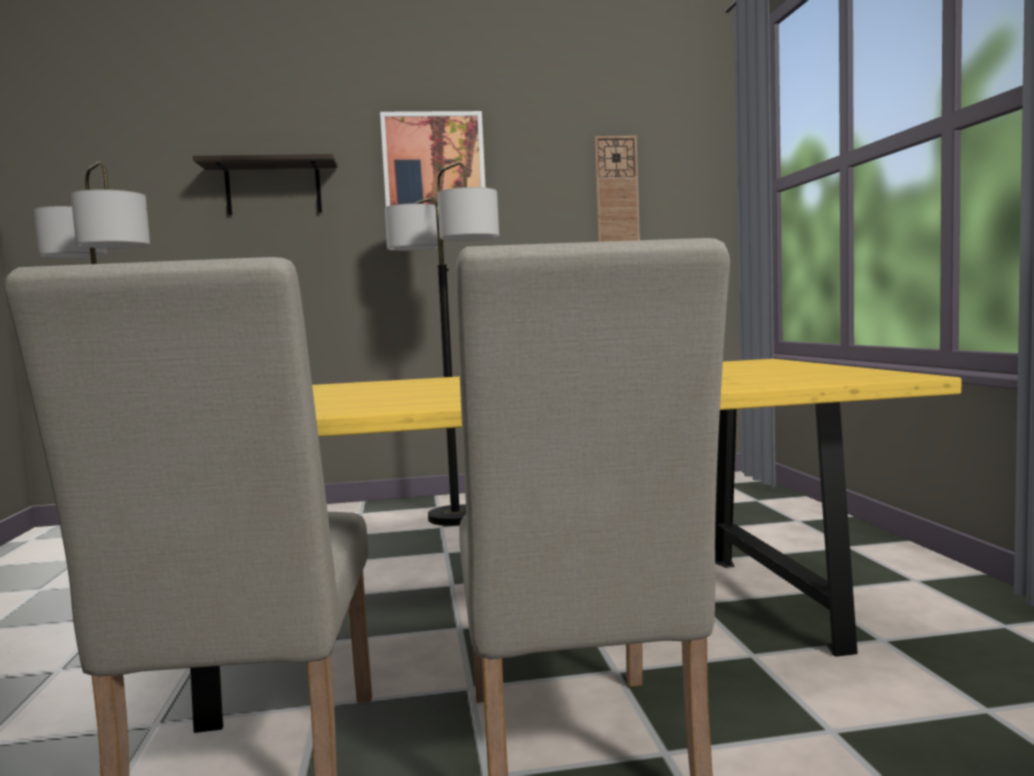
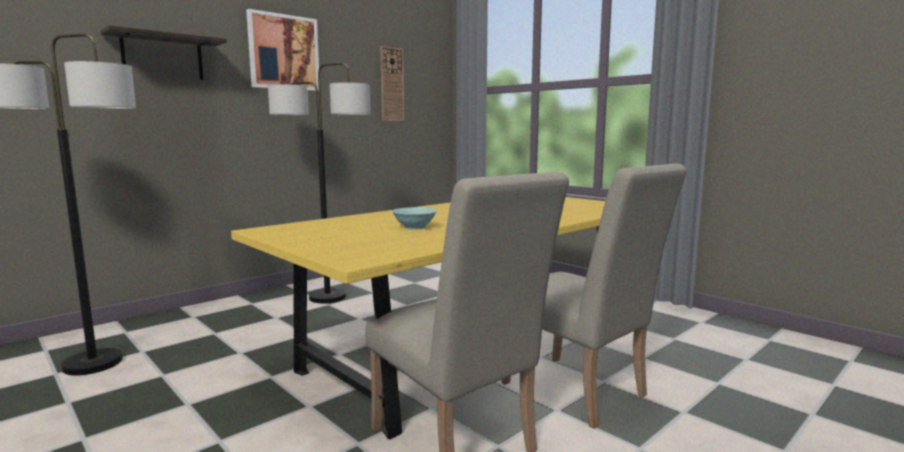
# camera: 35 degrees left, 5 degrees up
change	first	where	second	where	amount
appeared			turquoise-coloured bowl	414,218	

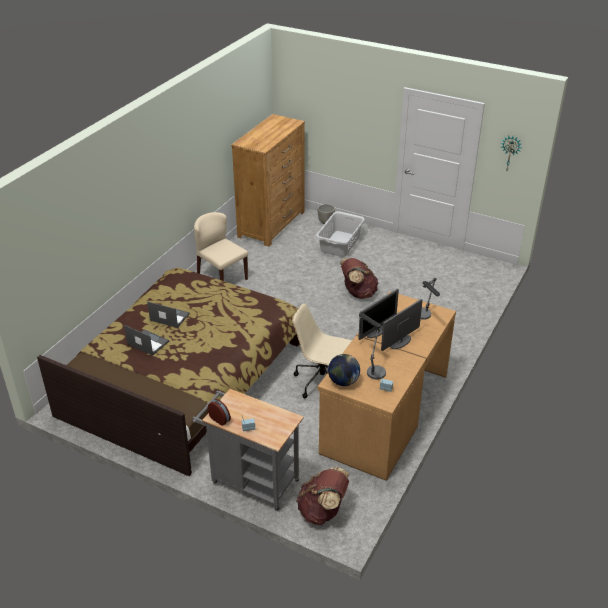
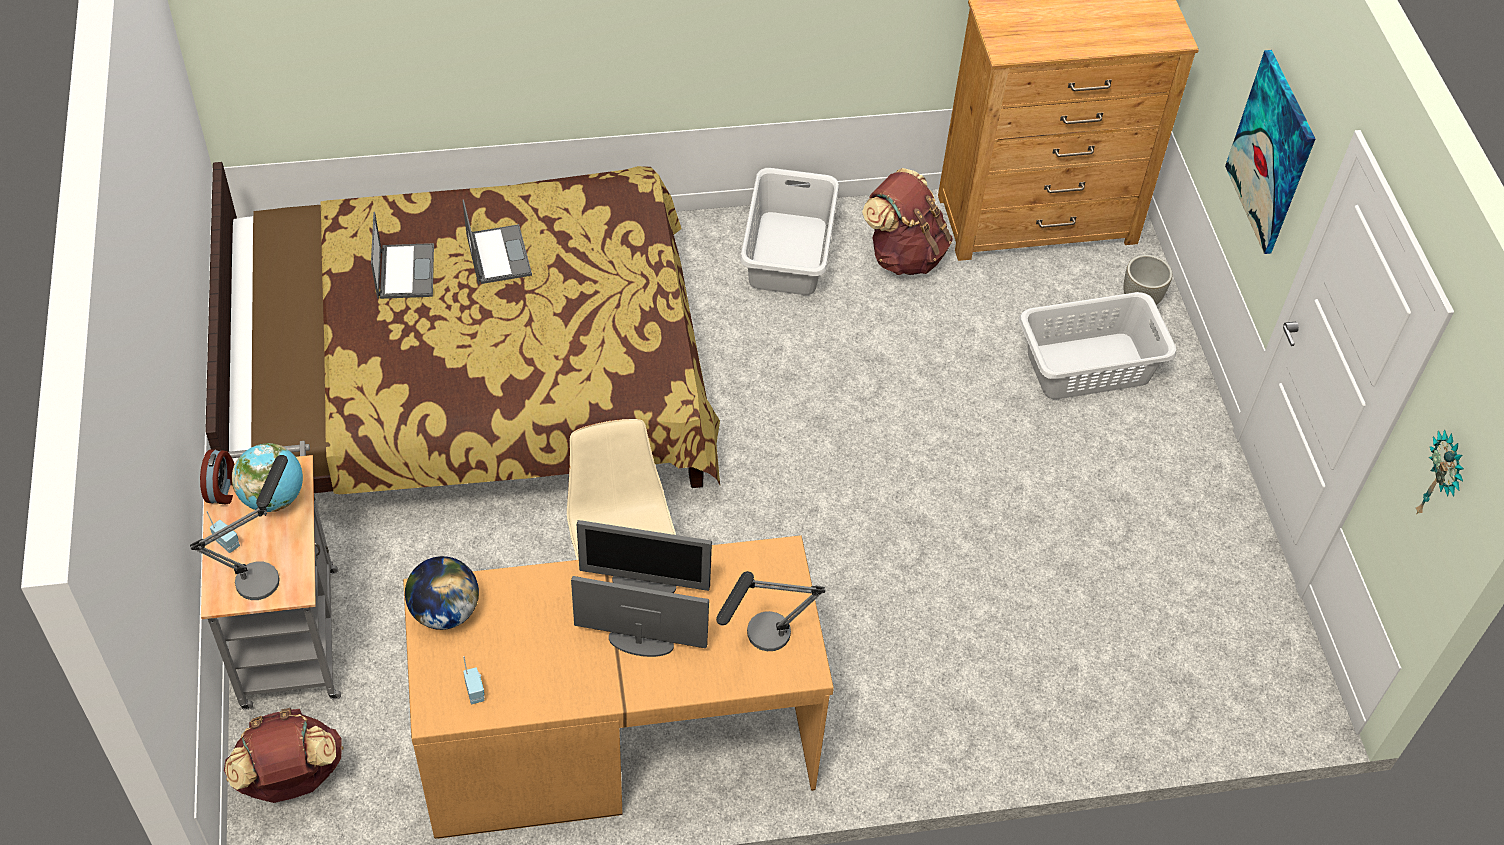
# camera: 50 degrees right, 15 degrees up
change	first	where	second	where	amount
relocated	tabletop lamp	372,346		239,527	
appeared			desk globe	267,477	
exchanged	beige-coloured chair	221,246	grey laundry basket	789,231	
relocated	brownish rucksack	359,278		907,221	
appeared			picture	1270,152	

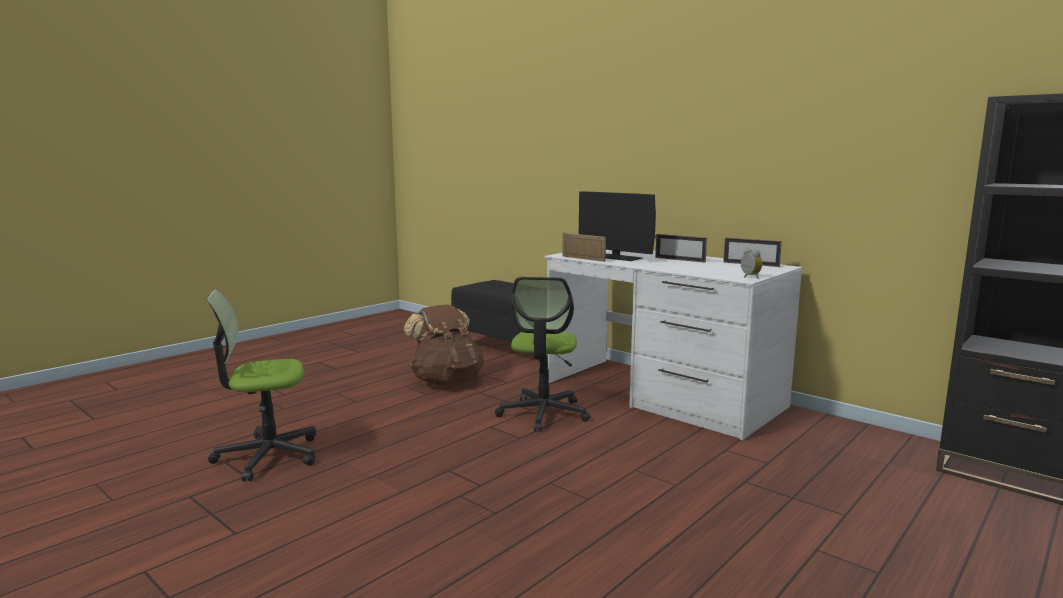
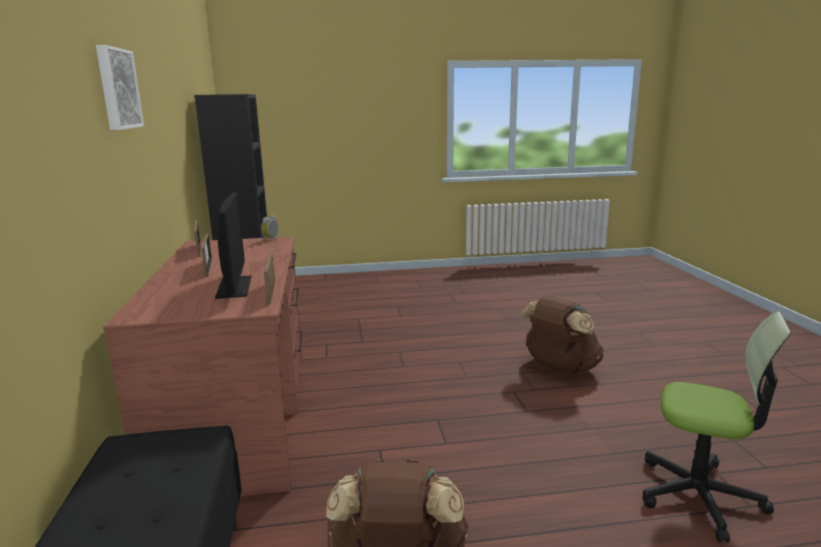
# camera: 140 degrees left, 5 degrees up
change	first	where	second	where	amount
appeared			picture	120,87	
colour	white-coloured desk table	673,345	brownish desk table	203,366	
appeared			brownish rucksack	562,335	
missing	computer chair	543,354			

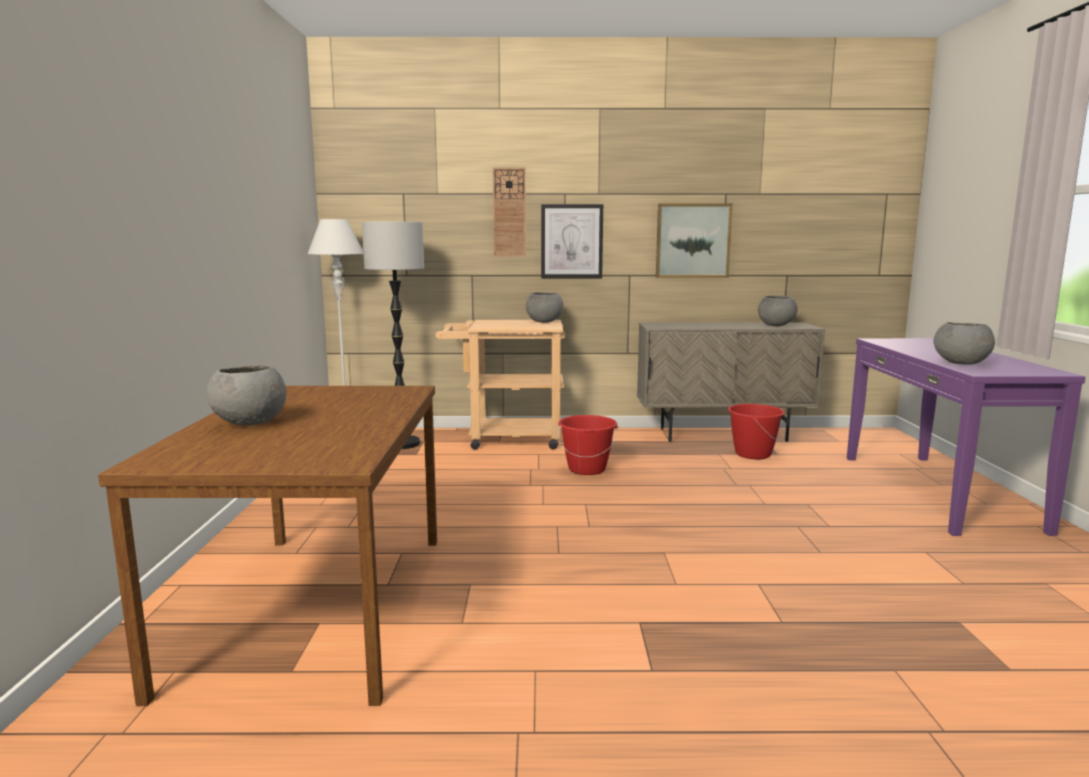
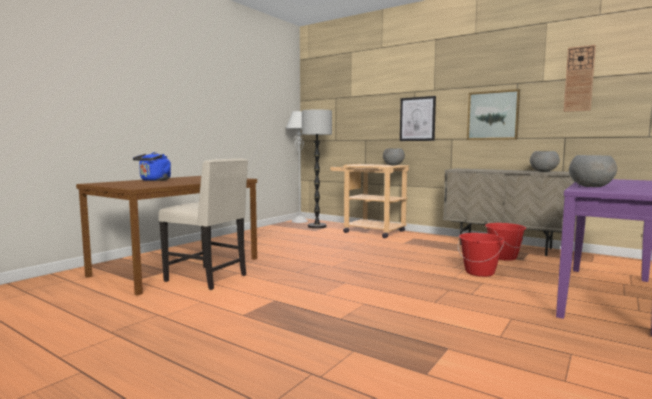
# camera: 35 degrees right, 5 degrees down
change	first	where	second	where	amount
exchanged	grey bowl	246,395	blue kettle	152,166	
appeared			beige-coloured chair	203,224	
relocated	reddish pail	587,445		481,255	
relocated	hanging clock	509,212		580,78	

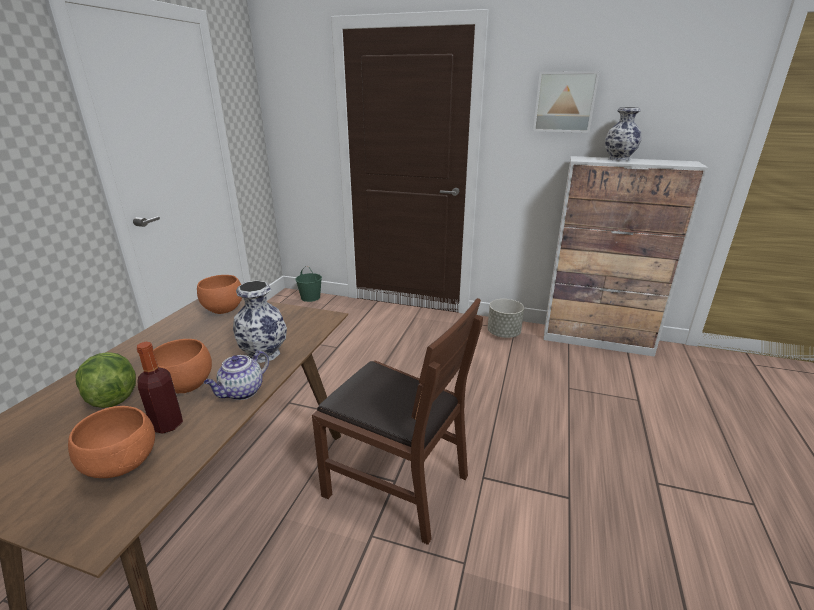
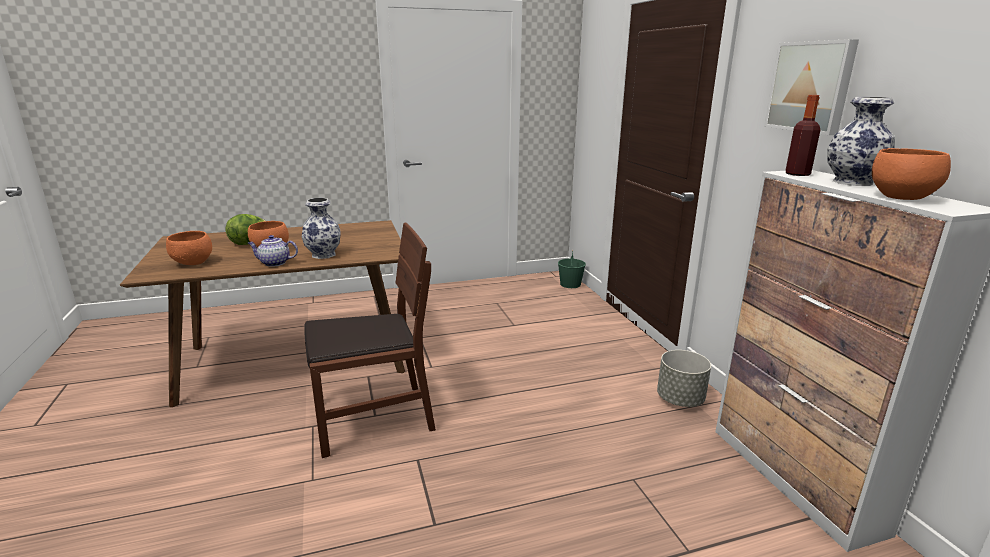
# camera: 55 degrees right, 5 degrees down
change	first	where	second	where	amount
spun	brownish chair	397,421		370,340	105 degrees counterclockwise
relocated	bottle	160,388		802,135	
relocated	orangey bowl	219,294		911,174	

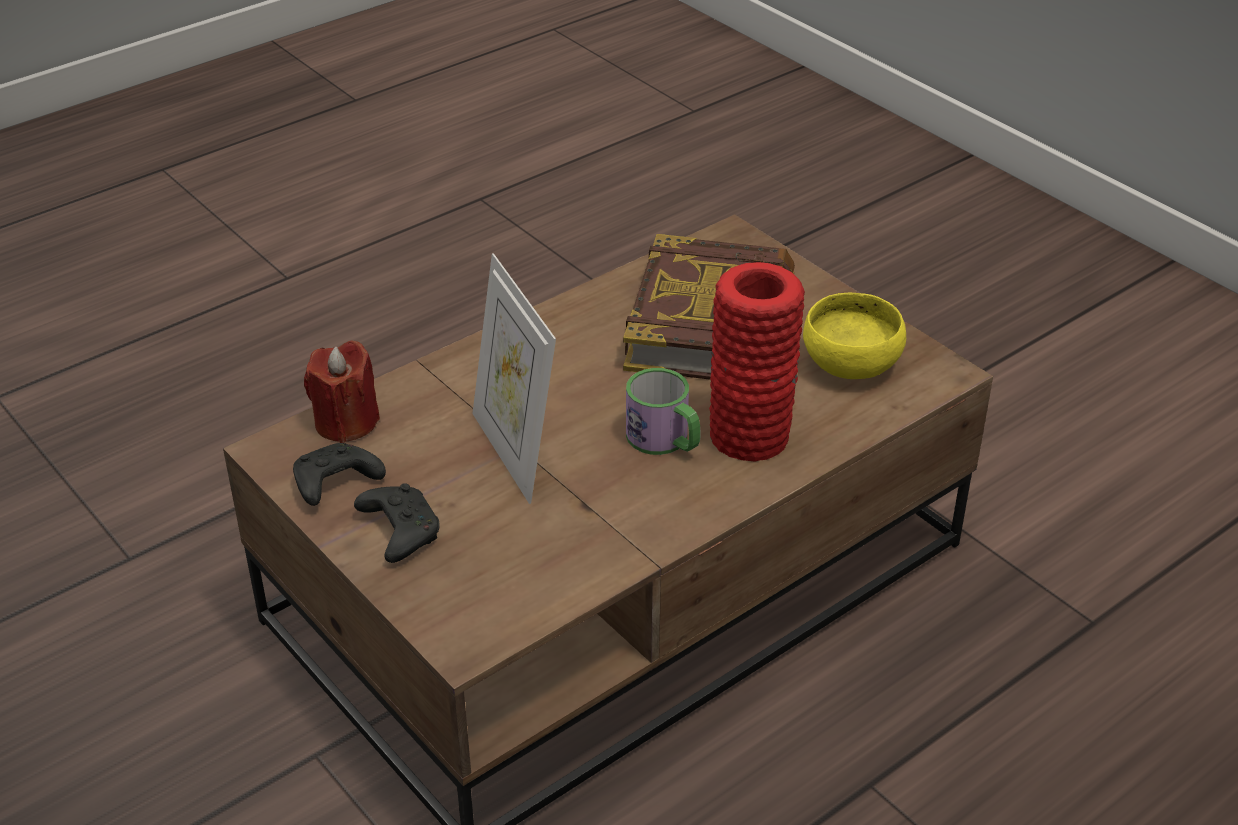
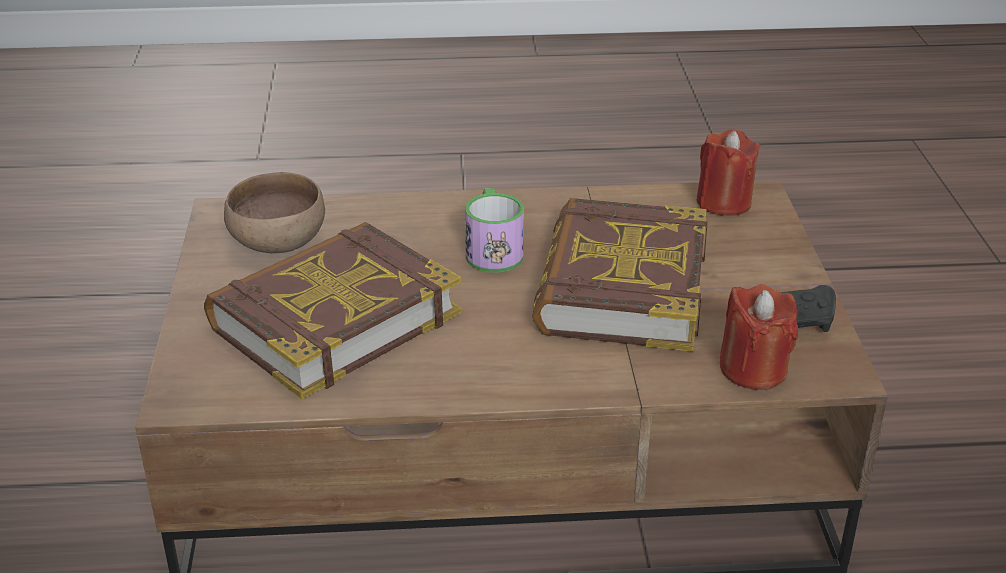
# camera: 145 degrees left, 5 degrees down
change	first	where	second	where	amount
colour	yellow-coloured bowl	854,336	brownish bowl	274,212	
exchanged	standing frame	514,378	bound book	620,275	
appeared			reddish wax candle	728,172	
missing	blackish joypad	397,523			
missing	reddish vase	757,361			

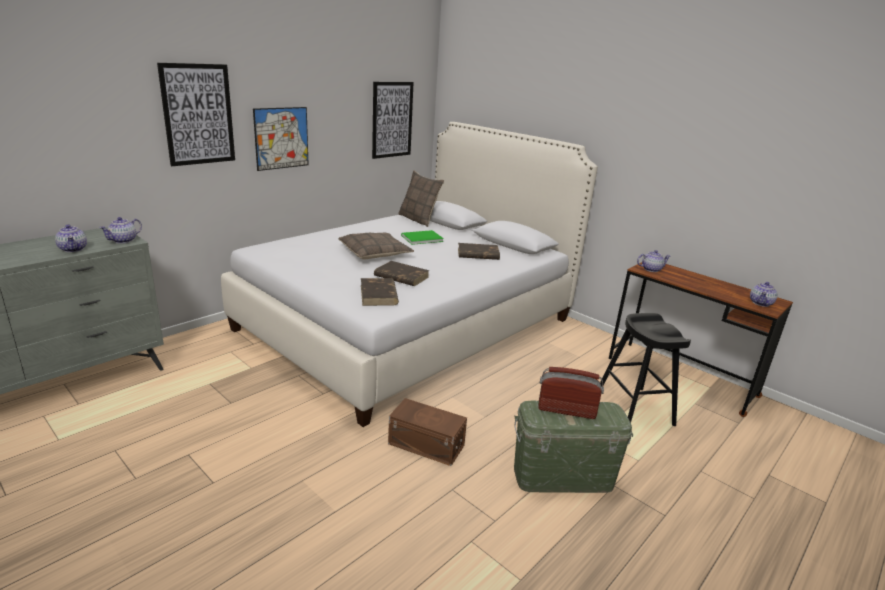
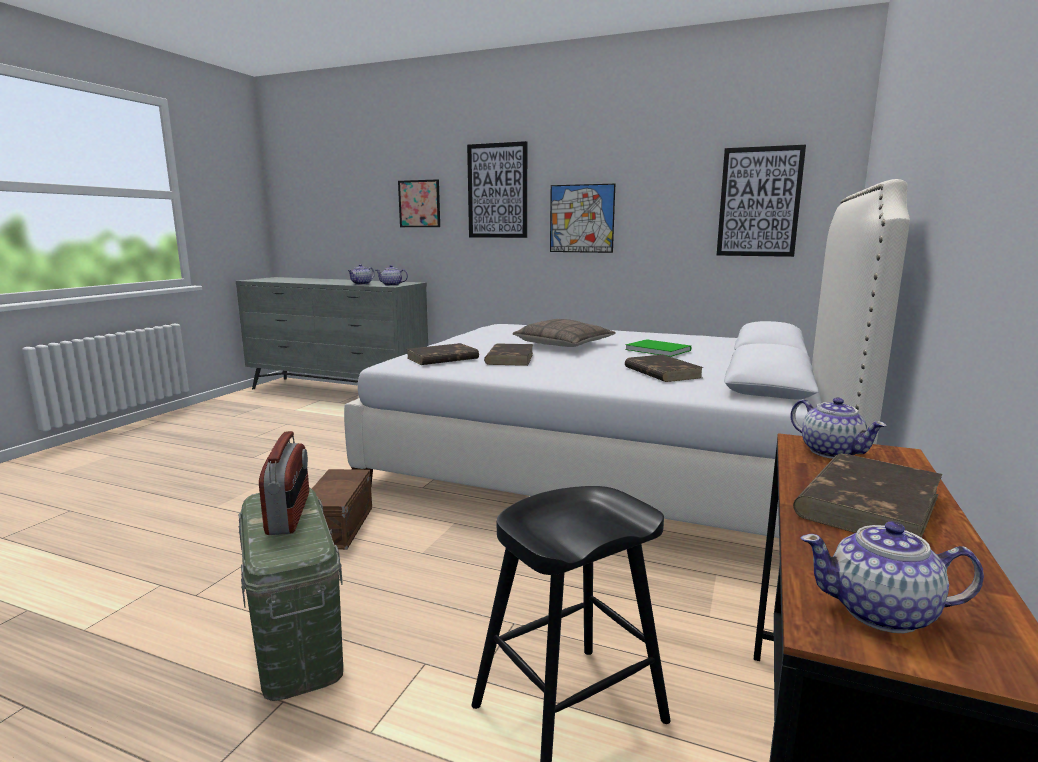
# camera: 70 degrees right, 10 degrees down
change	first	where	second	where	amount
appeared			picture	419,203	
appeared			brownish bound book	867,496	
missing	cushion	421,198			

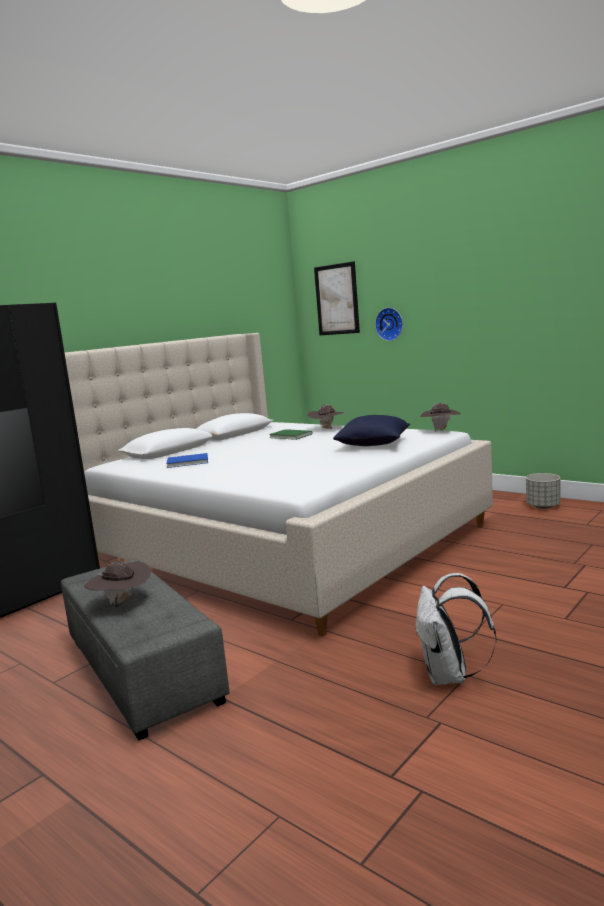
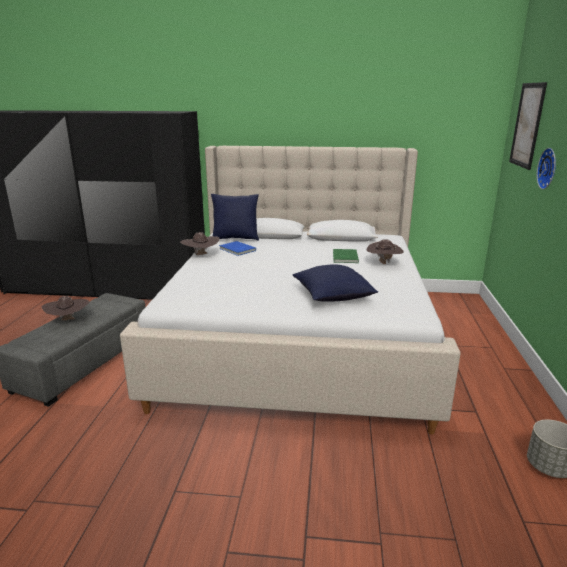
# camera: 55 degrees right, 10 degrees up
change	first	where	second	where	amount
relocated	brownish wearable hat	440,417		200,243	
appeared			blue cushion	235,217	
missing	white-coloured rucksack	455,629			

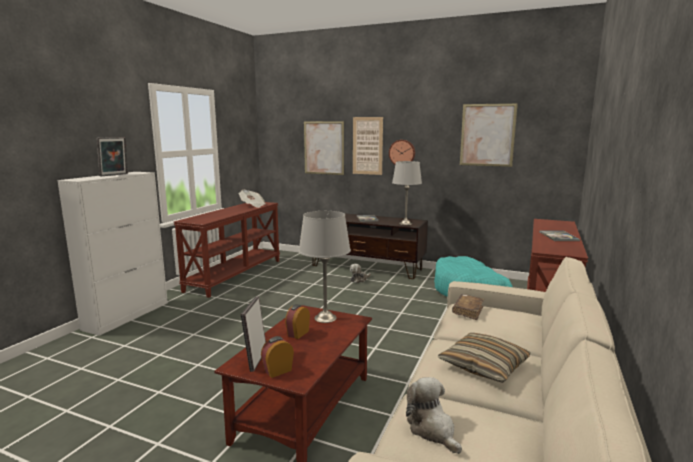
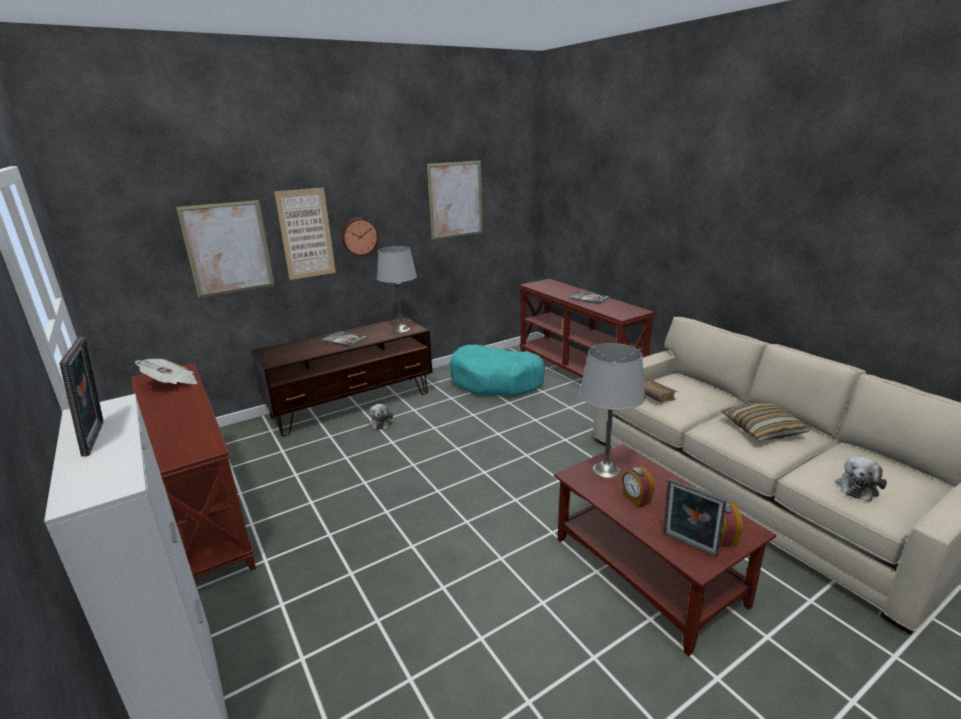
# camera: 55 degrees left, 10 degrees up
change	first	where	second	where	amount
spun	plush toy	434,415		861,479	60 degrees counterclockwise

